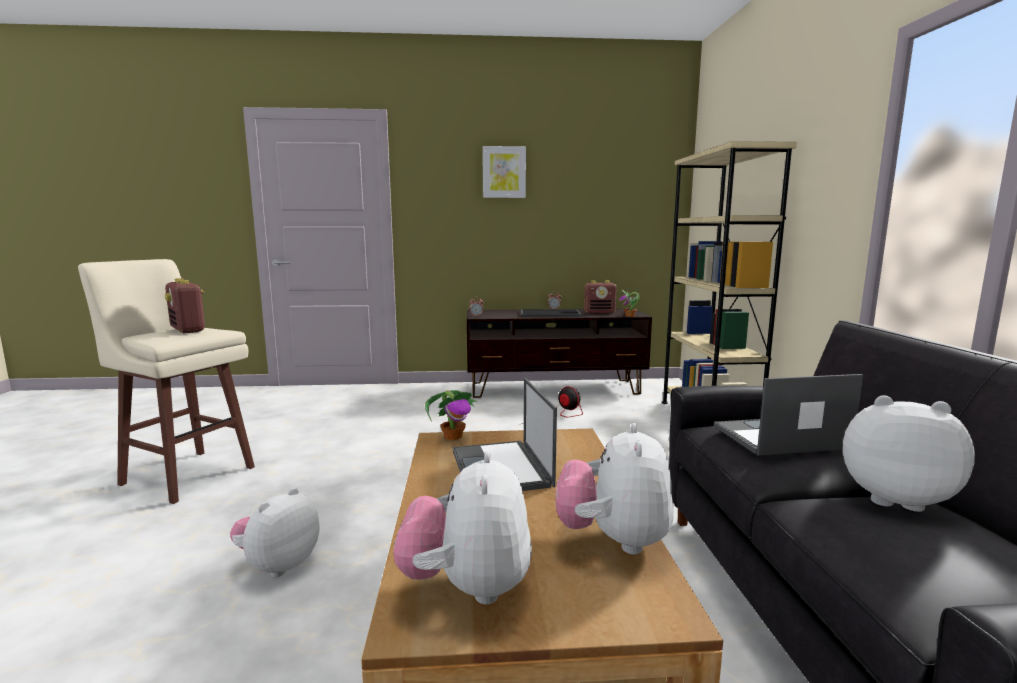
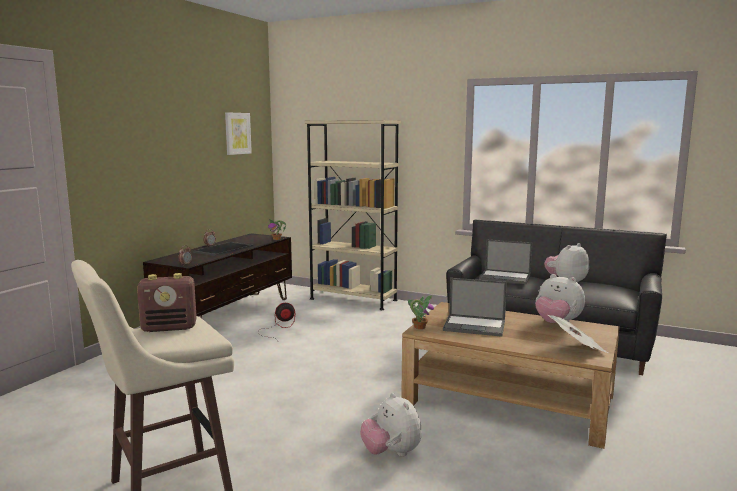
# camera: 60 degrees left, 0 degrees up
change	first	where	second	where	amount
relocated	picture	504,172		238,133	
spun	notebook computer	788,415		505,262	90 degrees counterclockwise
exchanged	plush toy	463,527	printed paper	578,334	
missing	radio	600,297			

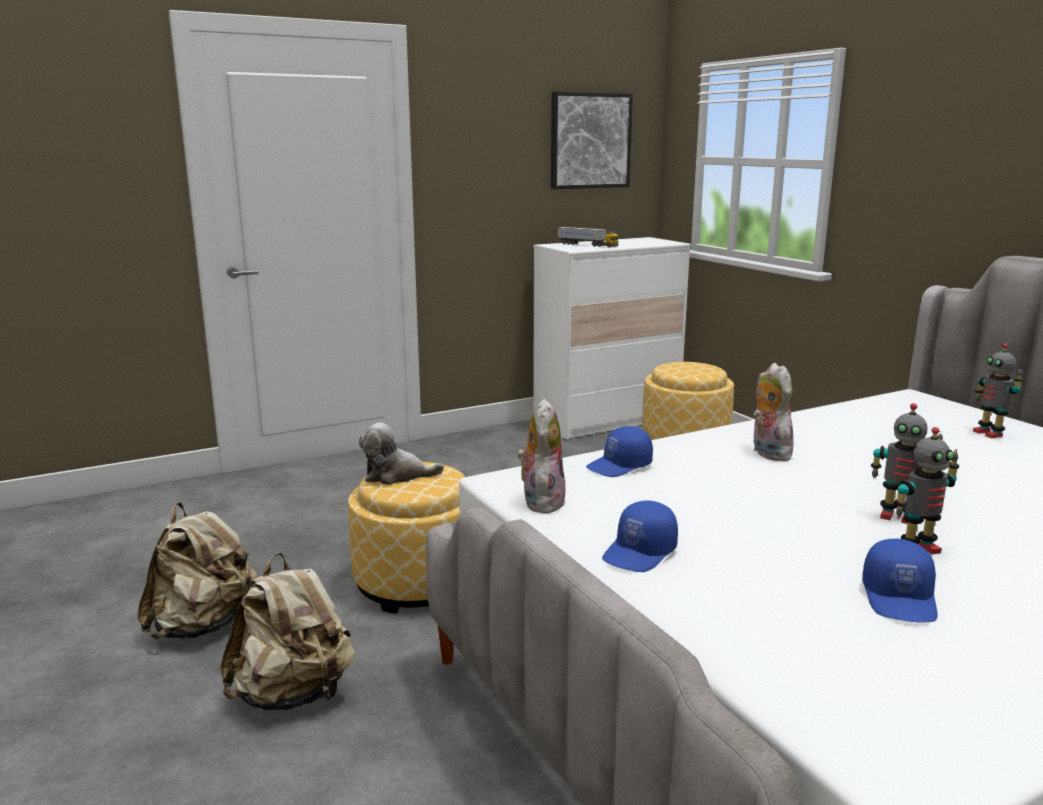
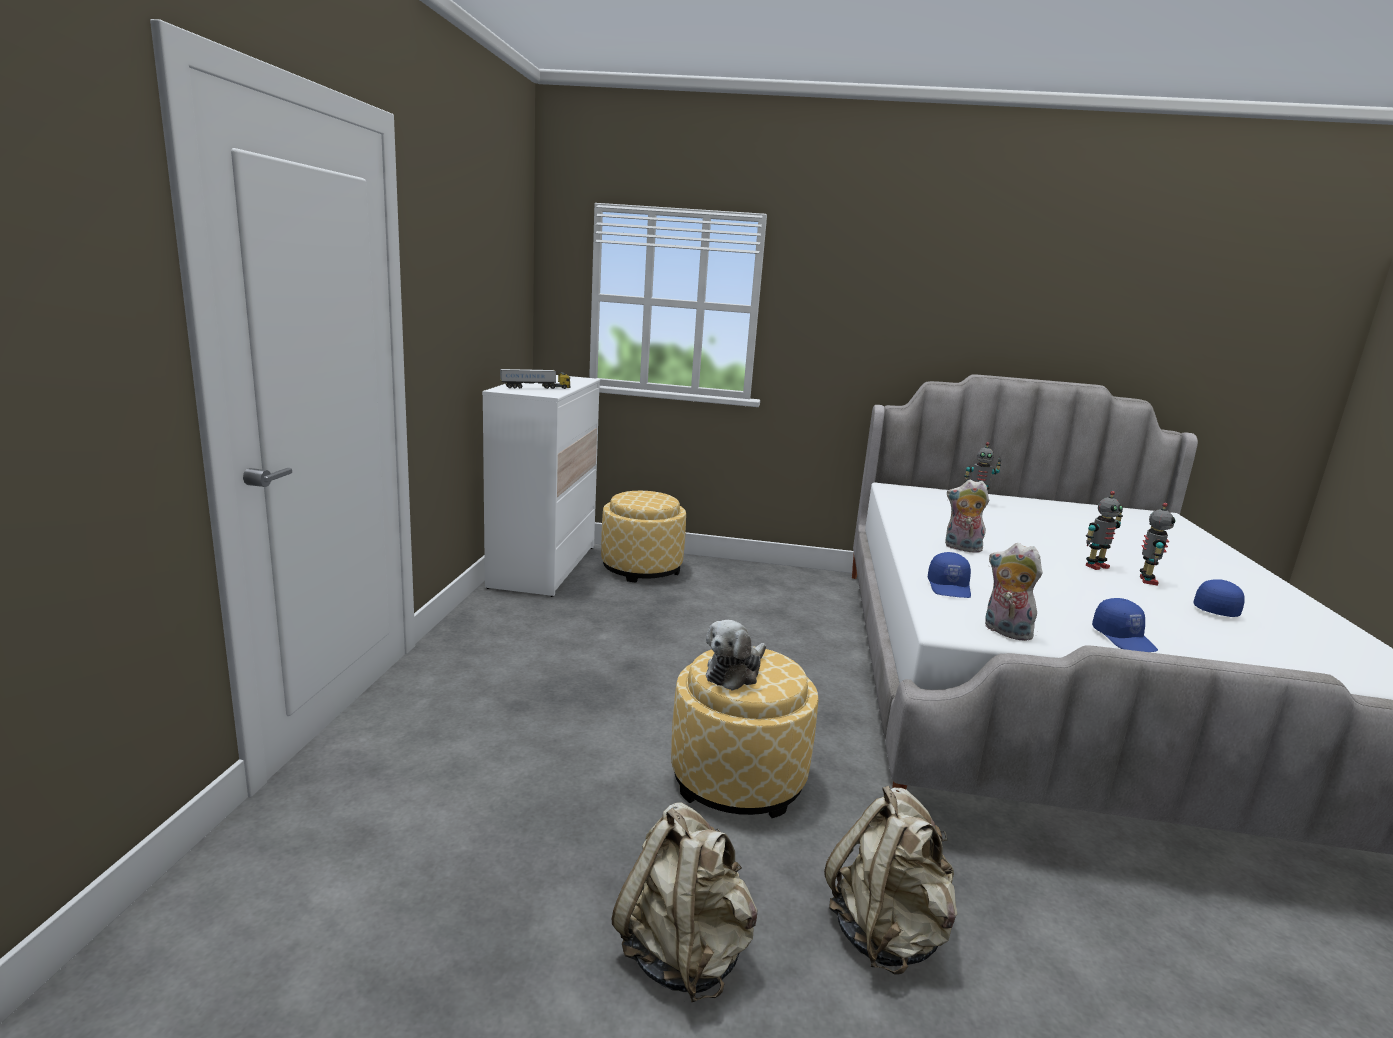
# camera: 55 degrees left, 0 degrees up
change	first	where	second	where	amount
spun	blue peaked cap	900,580		1219,598	105 degrees counterclockwise
missing	picture	592,140			

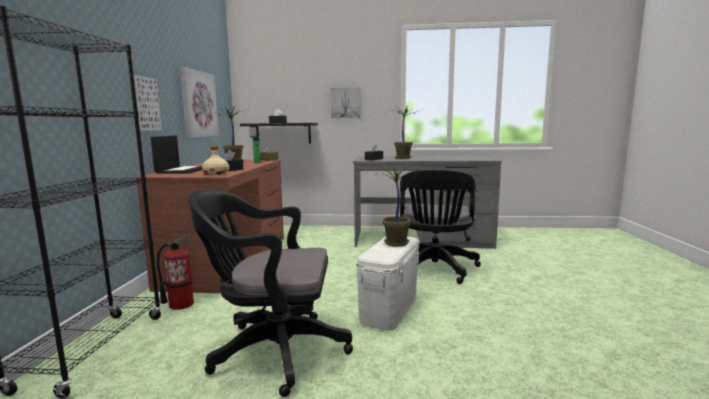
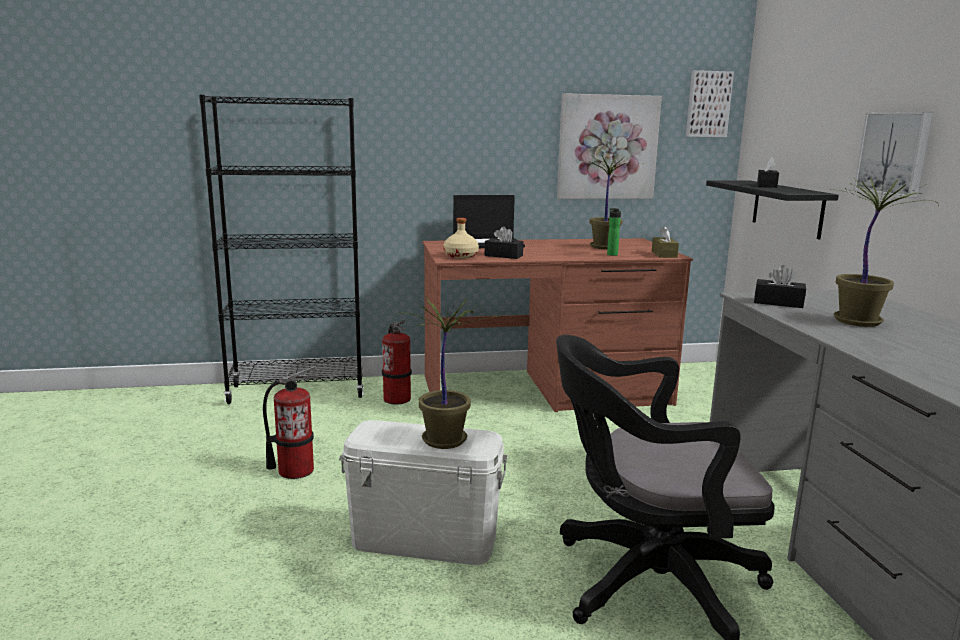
# camera: 75 degrees right, 5 degrees up
change	first	where	second	where	amount
exchanged	blackish computer chair	270,293	extinguisher	290,422	
relocated	picture	148,103		710,103	

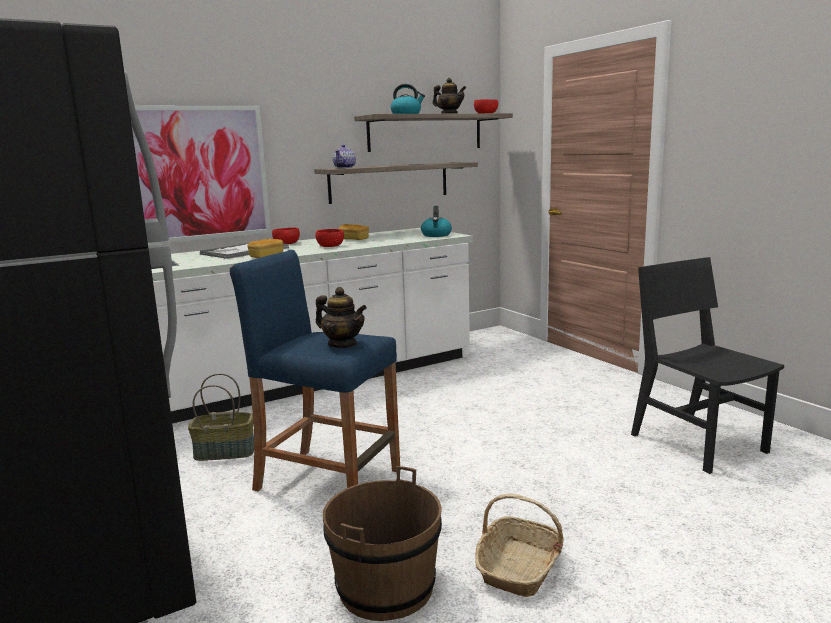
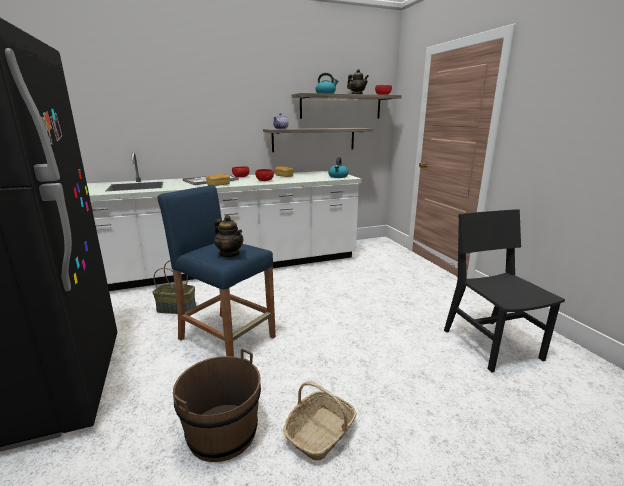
# camera: 10 degrees right, 5 degrees up
change	first	where	second	where	amount
missing	picture	201,175			

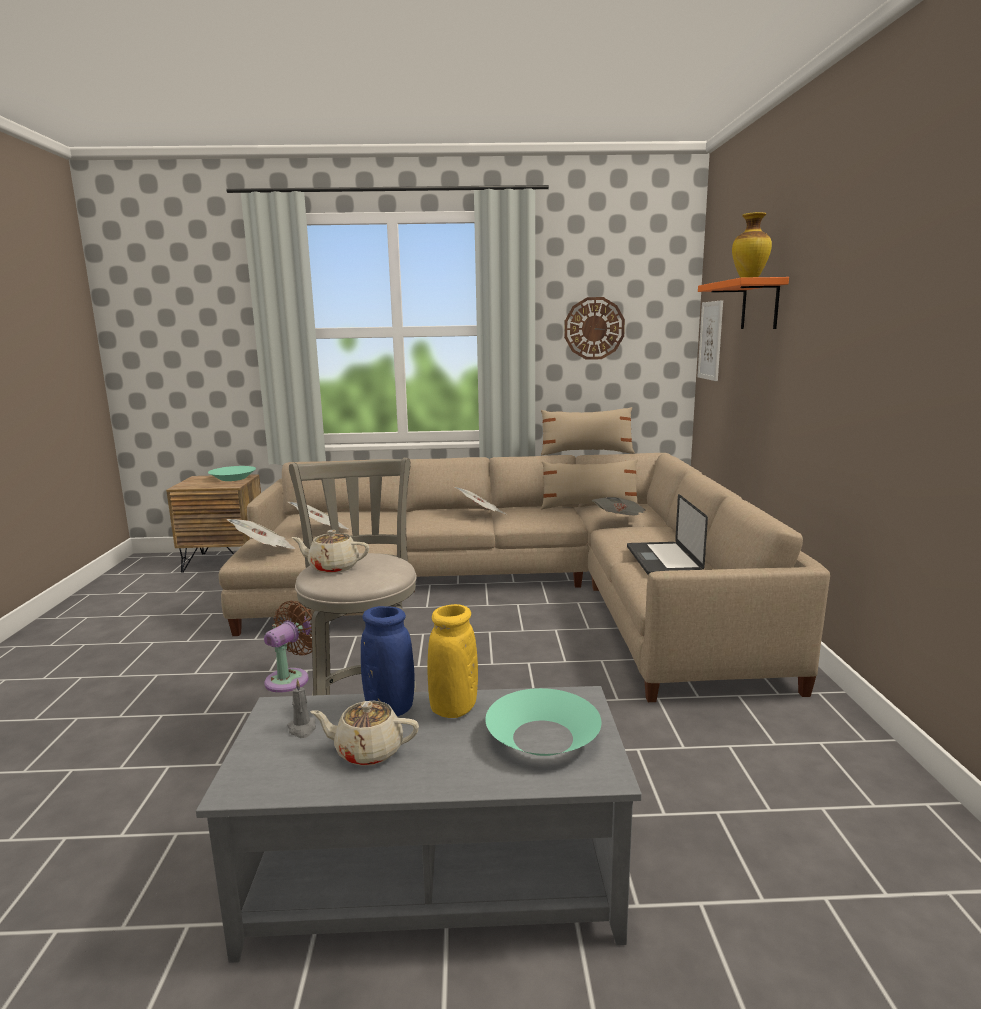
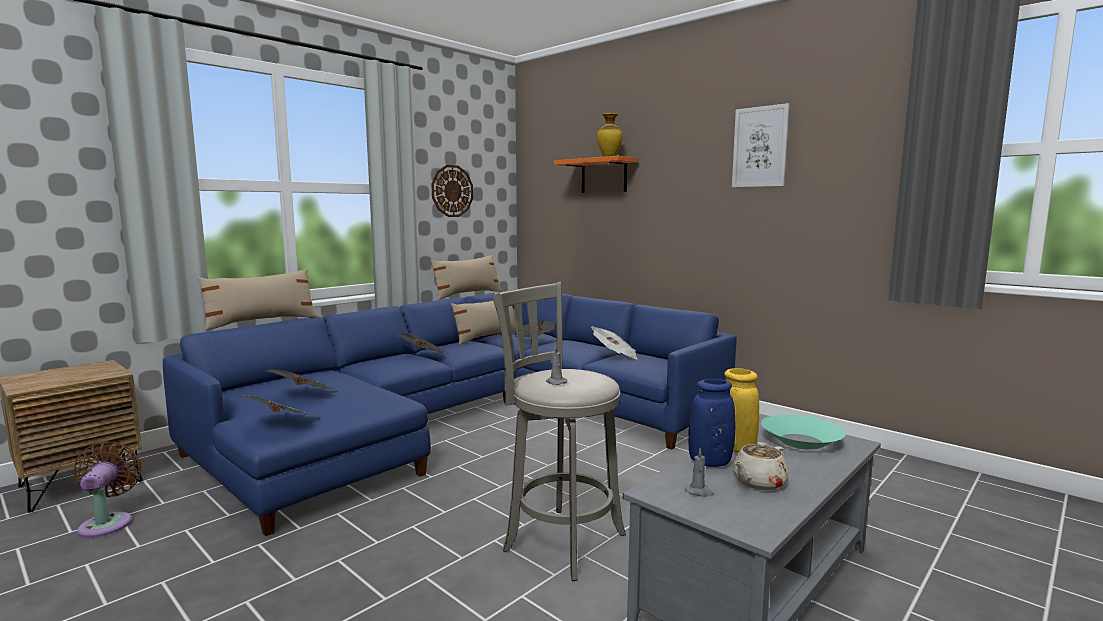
# camera: 45 degrees left, 5 degrees down
change	first	where	second	where	amount
relocated	brownish cooling fan	288,647		107,489	
colour	beige-coloured settee	524,577	blue settee	450,412	
appeared			beige-coloured cushion	257,300	
exchanged	beige-coloured teapot	330,551	grey wax candle	557,364	
exchanged	notebook computer	667,534	printed paper	614,343	
relocated	picture	710,340		761,145	
missing	turquoise-coloured bowl	232,473			

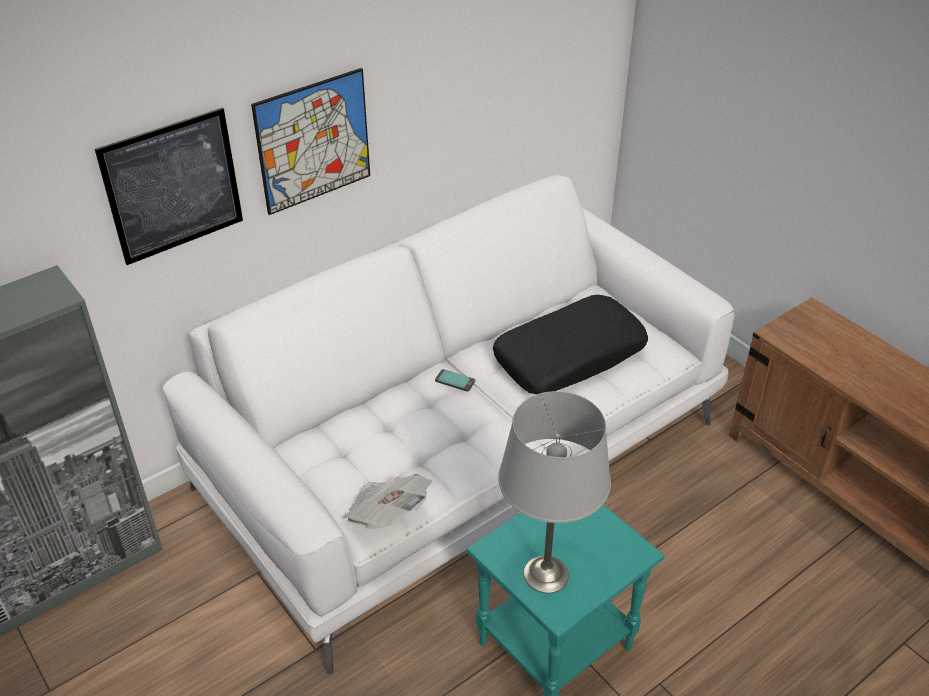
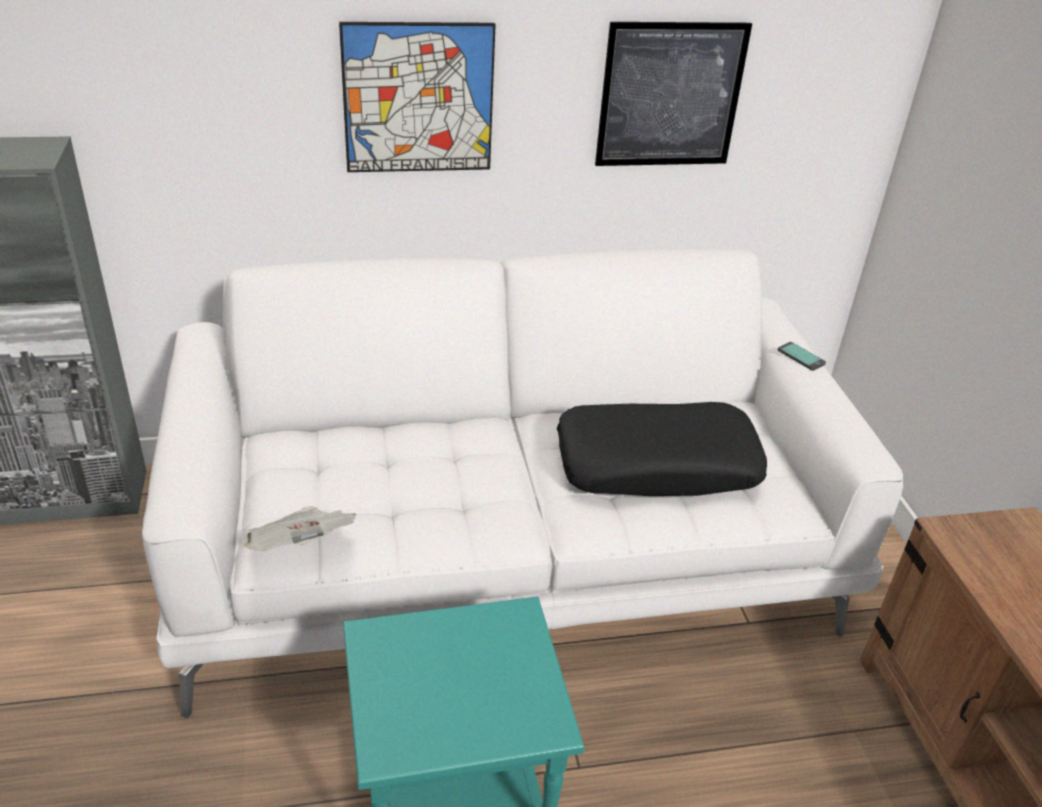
# camera: 25 degrees right, 5 degrees down
change	first	where	second	where	amount
relocated	picture	169,186		673,94	
relocated	phone	455,380		802,356	
missing	grey tabletop lamp	554,492			

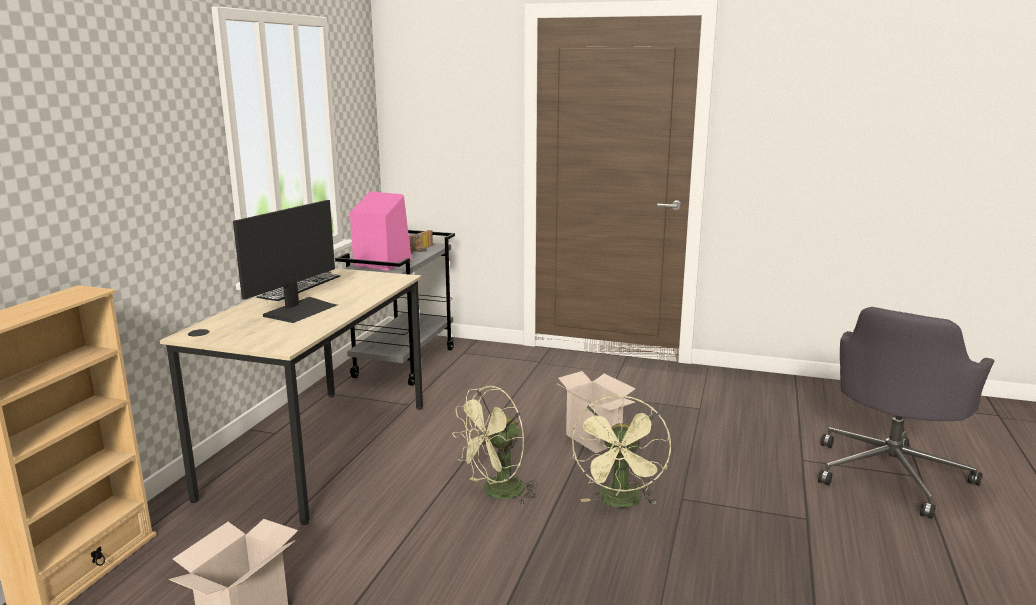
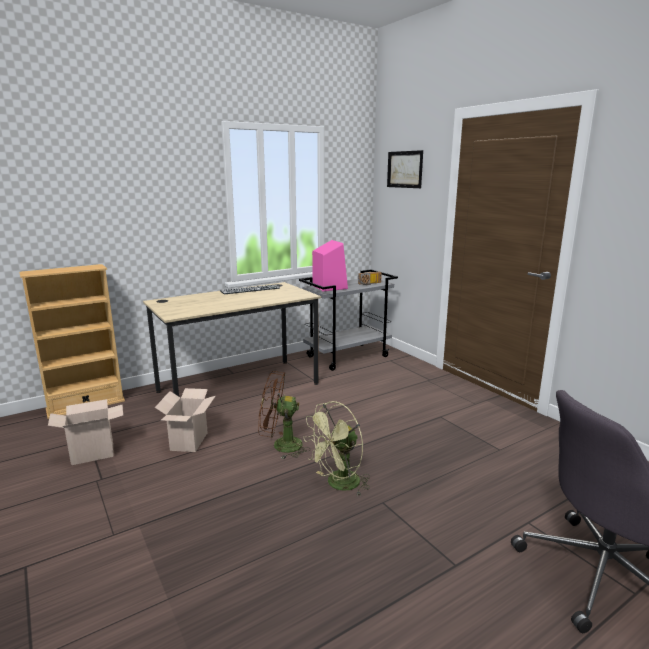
# camera: 40 degrees right, 0 degrees up
change	first	where	second	where	amount
relocated	packing box	596,412		185,420	
colour	greenish cooling fan	495,445	brownish cooling fan	284,415	
appeared			picture	405,169	
missing	monitor	285,261			

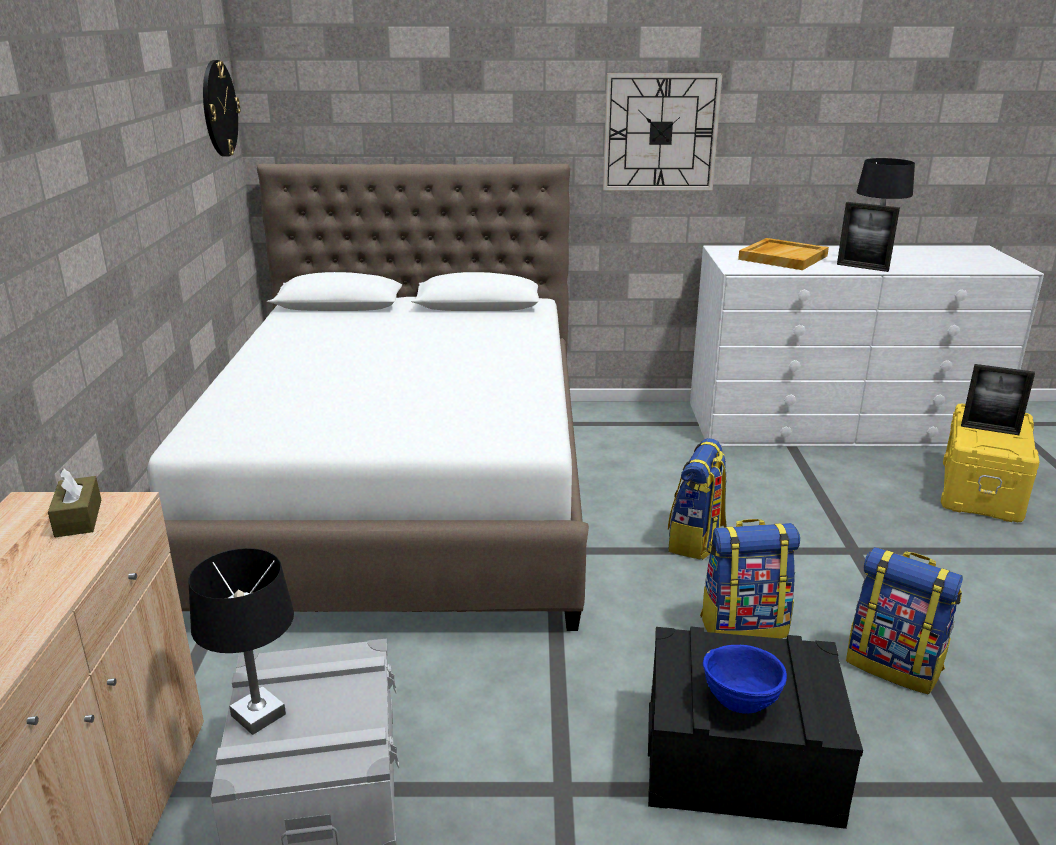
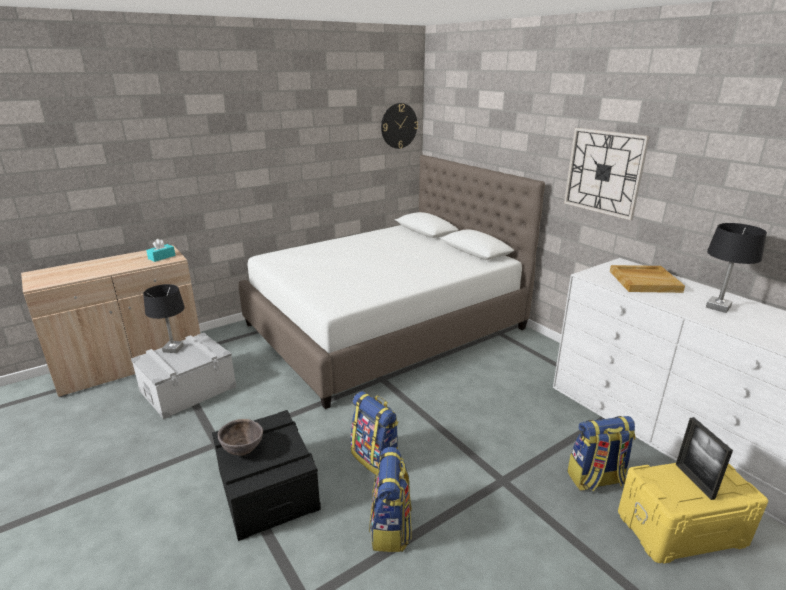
# camera: 55 degrees right, 0 degrees up
change	first	where	second	where	amount
colour	brownish tissue box	74,502	turquoise-coloured tissue box	160,250	
colour	blue bowl	745,679	brownish bowl	240,437	
relocated	rucksack	697,499		602,453	
missing	standing frame	868,237			

